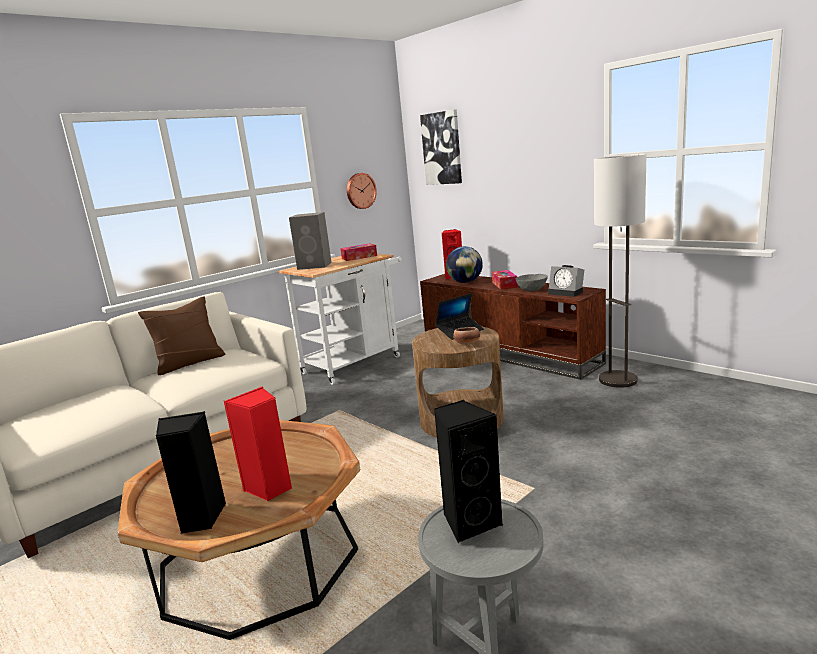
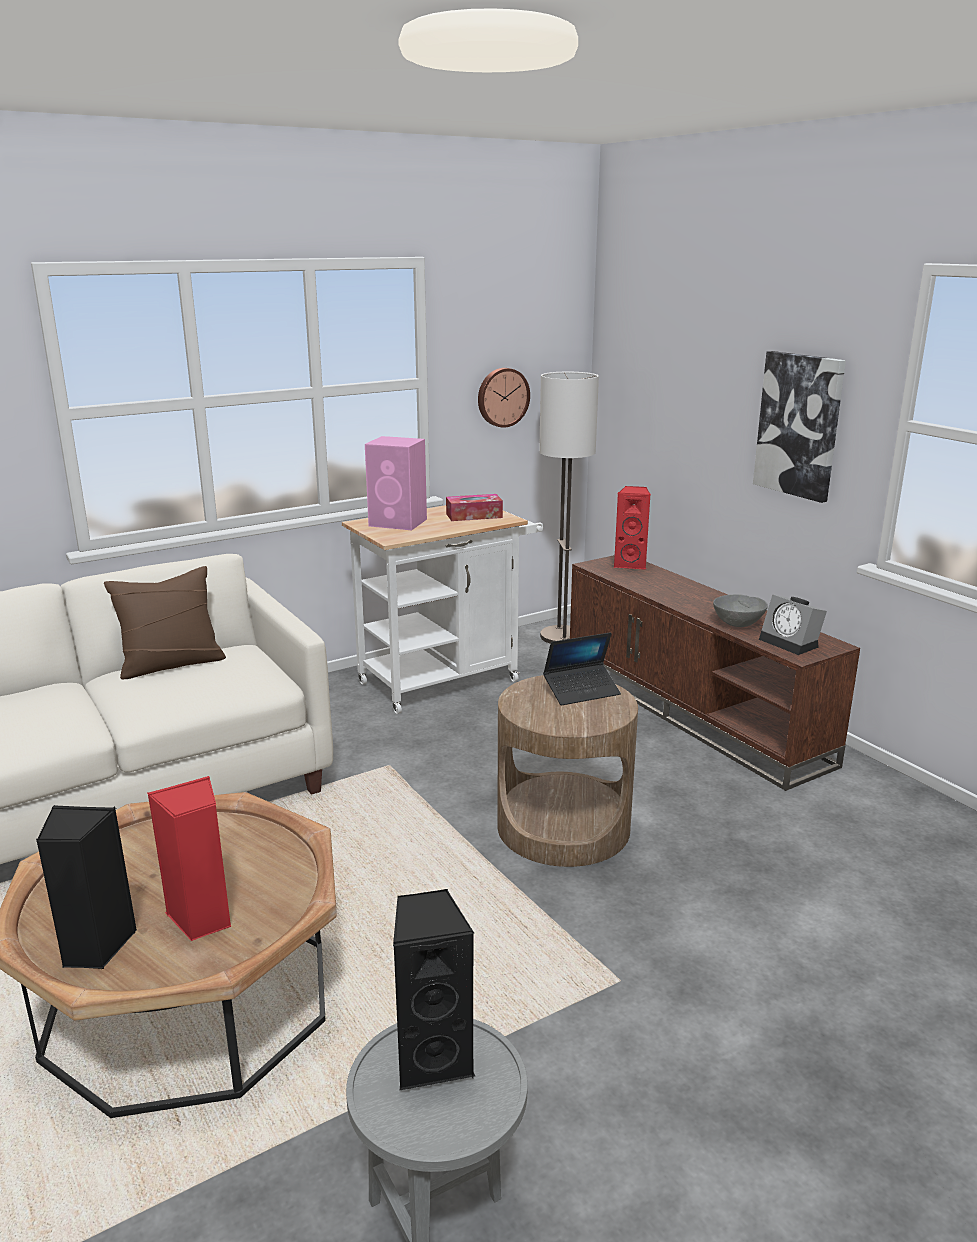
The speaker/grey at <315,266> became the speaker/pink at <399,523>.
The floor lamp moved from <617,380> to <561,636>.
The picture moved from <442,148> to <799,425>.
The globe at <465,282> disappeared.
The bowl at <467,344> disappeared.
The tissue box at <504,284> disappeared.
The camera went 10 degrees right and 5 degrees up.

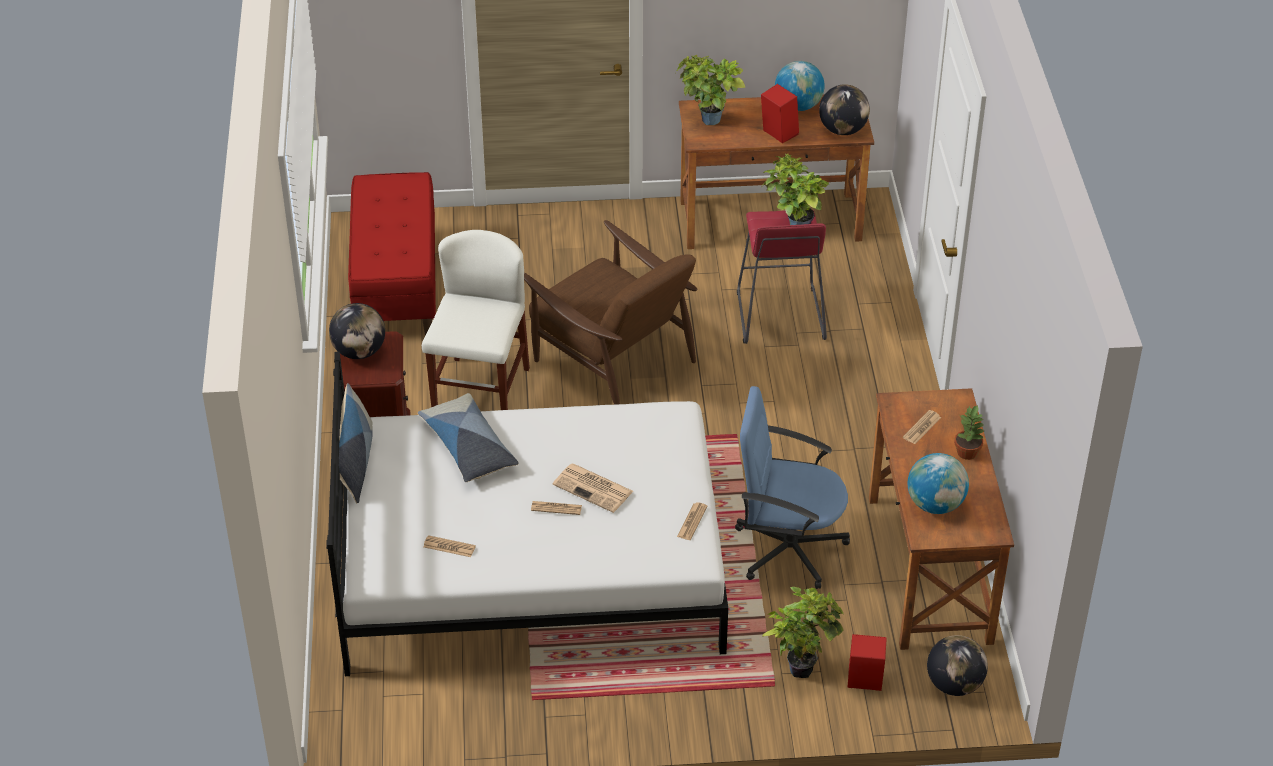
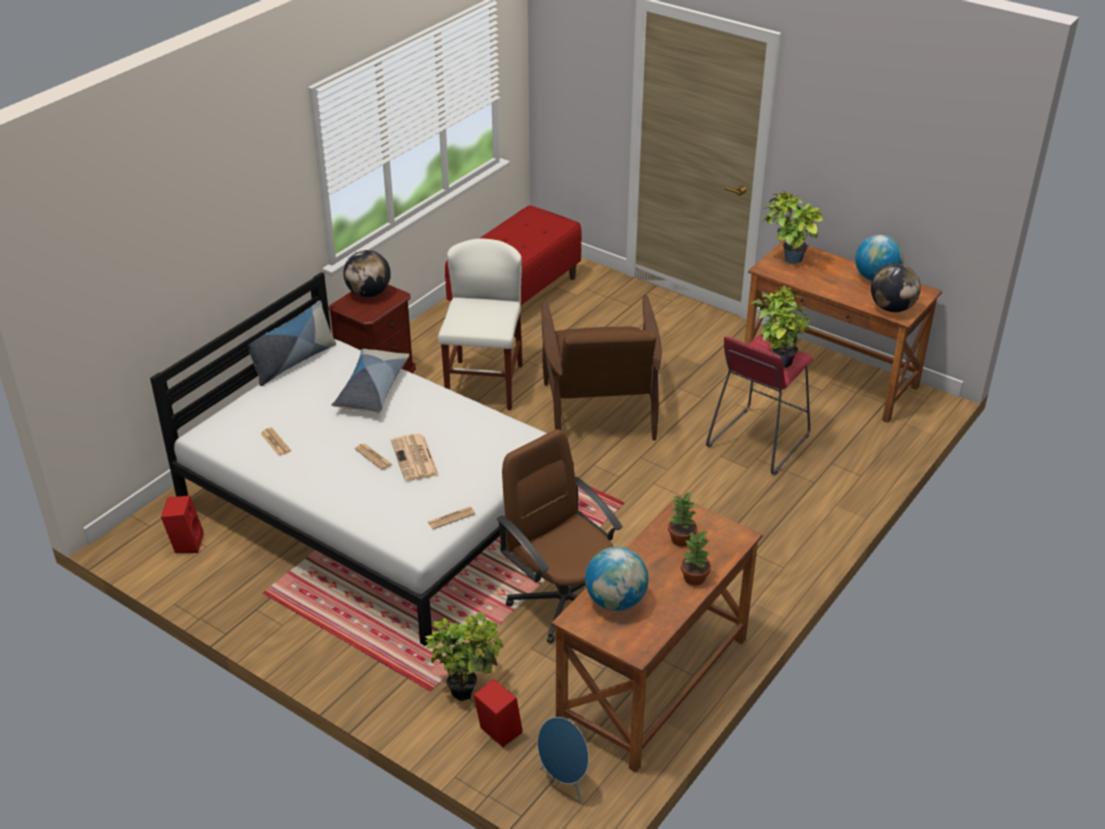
The speaker/red moved from <777,134> to <186,542>.
The chair/white at <481,392> turned 45 degrees counterclockwise.
The office chair/blue at <787,548> became the office chair/brown at <563,601>.
The globe at <954,685> was replaced by the speaker/blue at <565,782>.
The newspaper at <922,427> was replaced by the potted plant at <681,539>.
The camera went 40 degrees right and 5 degrees down.

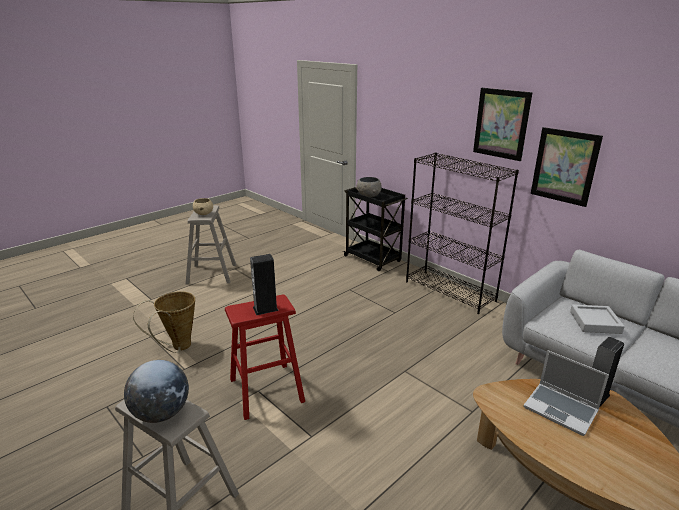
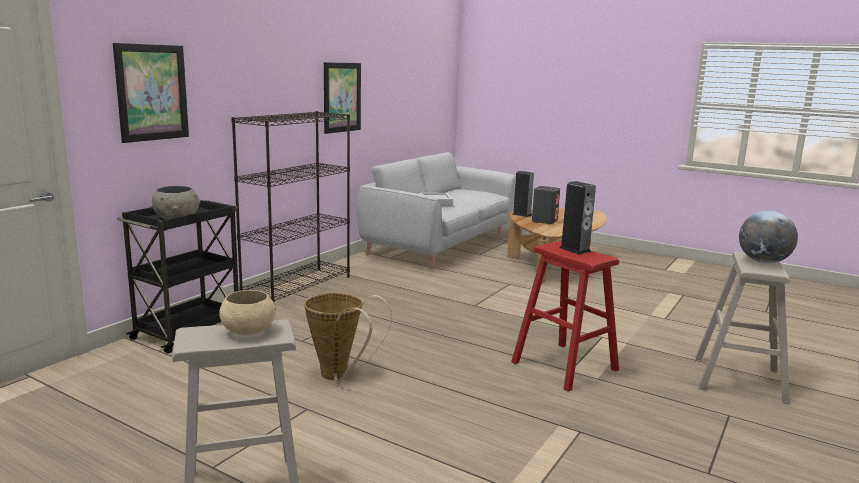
The picture moved from <501,124> to <152,92>.
The basket moved from <178,347> to <339,376>.
The laptop at <561,409> was replaced by the speaker/grey at <544,221>.
The camera went 105 degrees left and 10 degrees down.

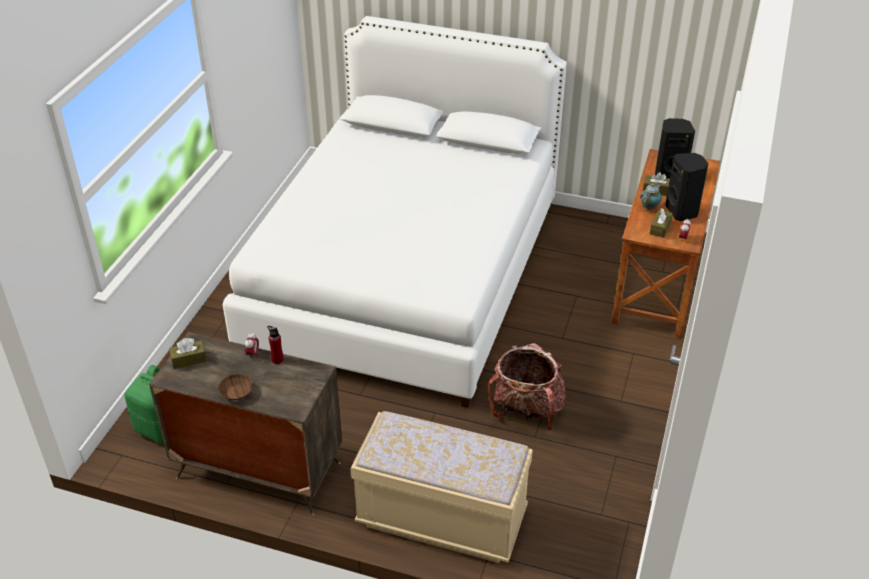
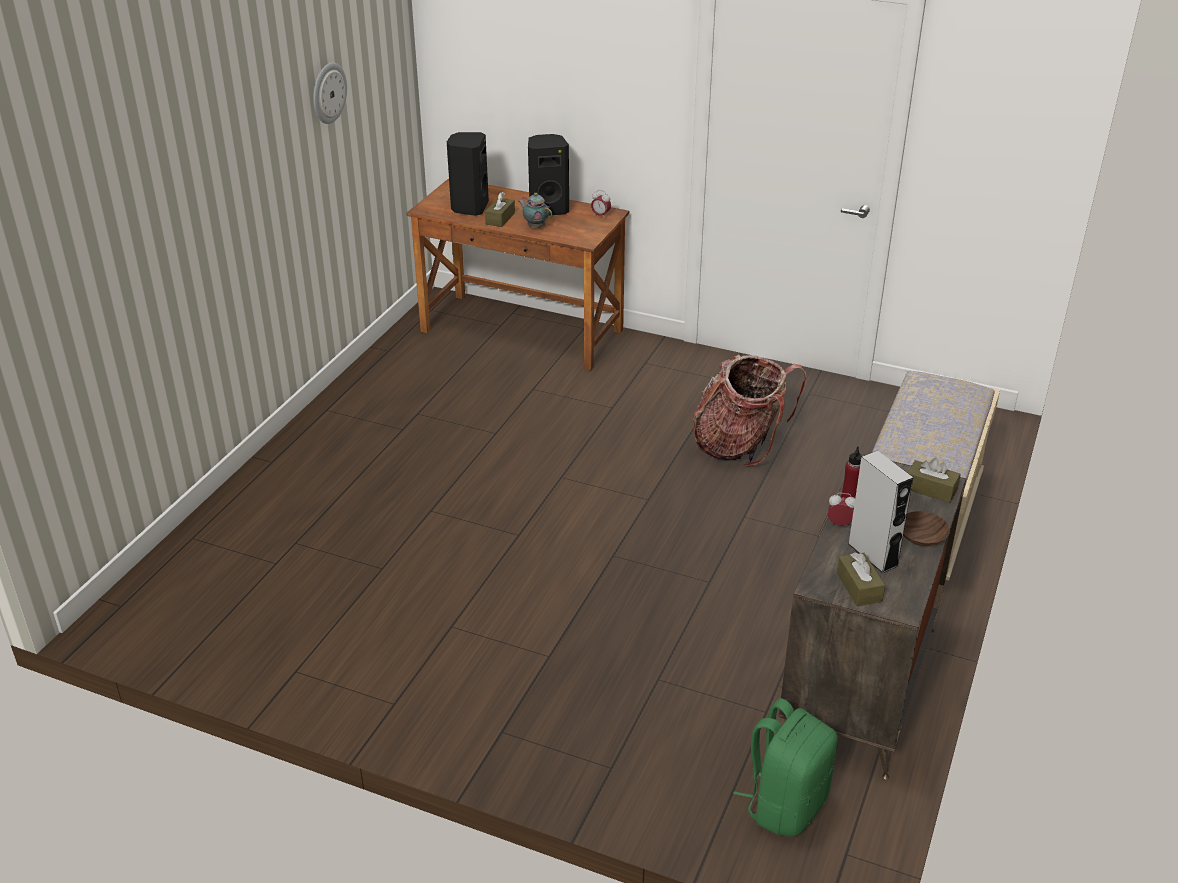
The wall clock at <328,93> appeared.
The speaker/grey at <873,554> appeared.
The tissue box/brown moved from <660,228> to <930,489>.
The bed/white at <406,274> disappeared.
The camera went 85 degrees left and 5 degrees down.

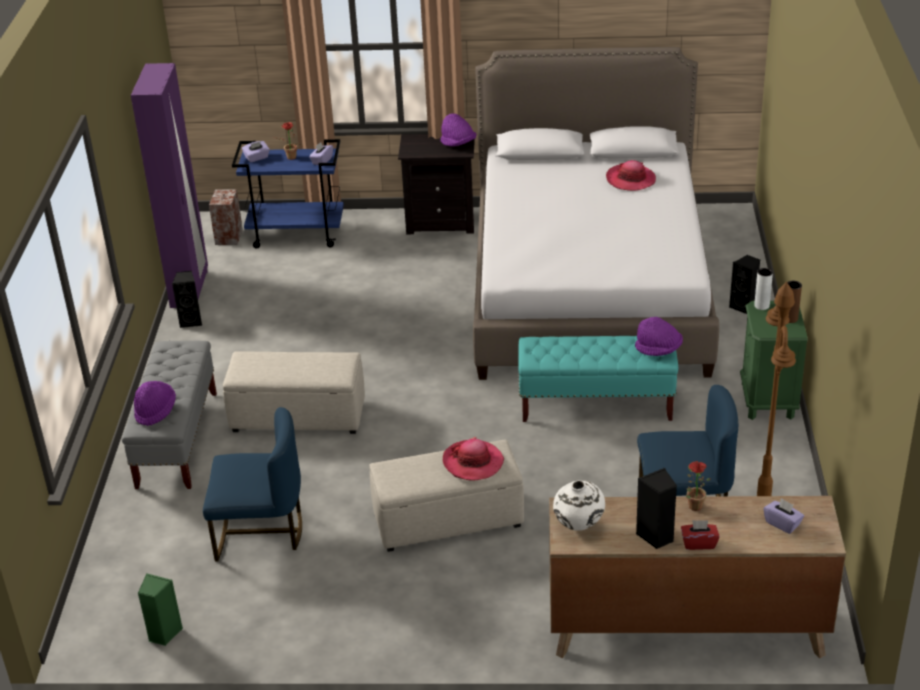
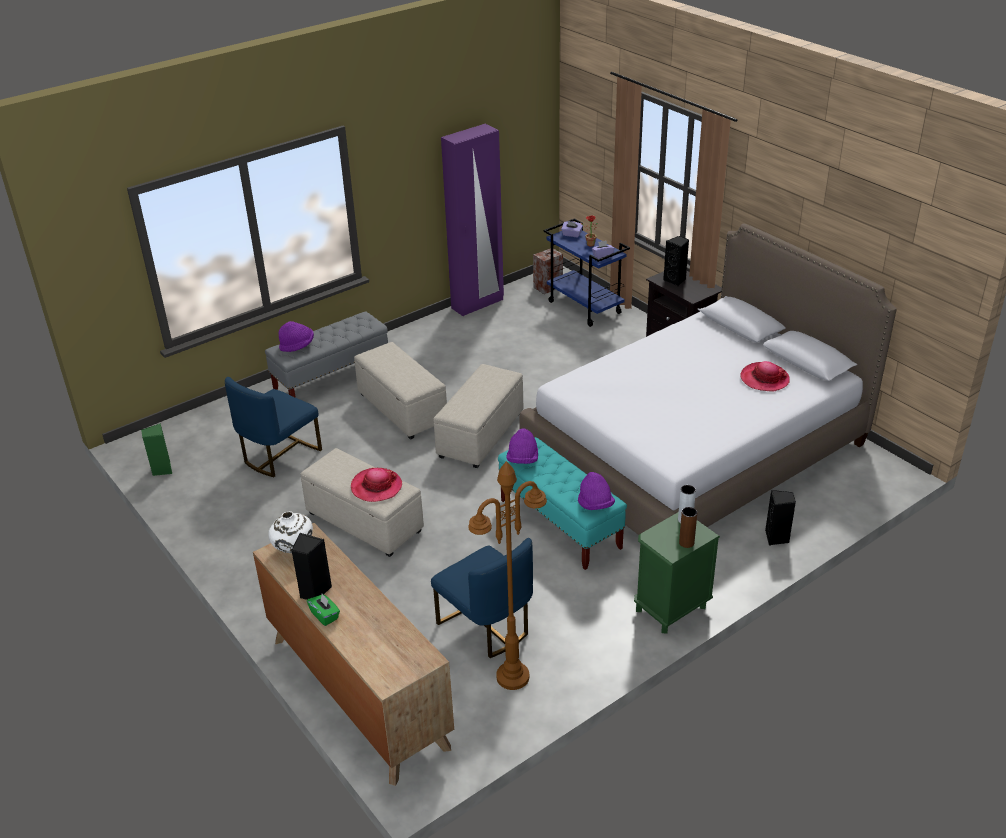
The chair/blue at <259,532> turned 75 degrees clockwise.
The tissue box/red at <699,543> became the tissue box/green at <325,615>.
The ottoman/beige at <480,435> appeared.
The hat/purple moved from <458,144> to <522,460>.
The speaker/black moved from <191,321> to <675,280>.
The potted plant at <693,504> disappeared.
The tissue box/purple at <782,523> disappeared.
The camera went 50 degrees right and 0 degrees up.

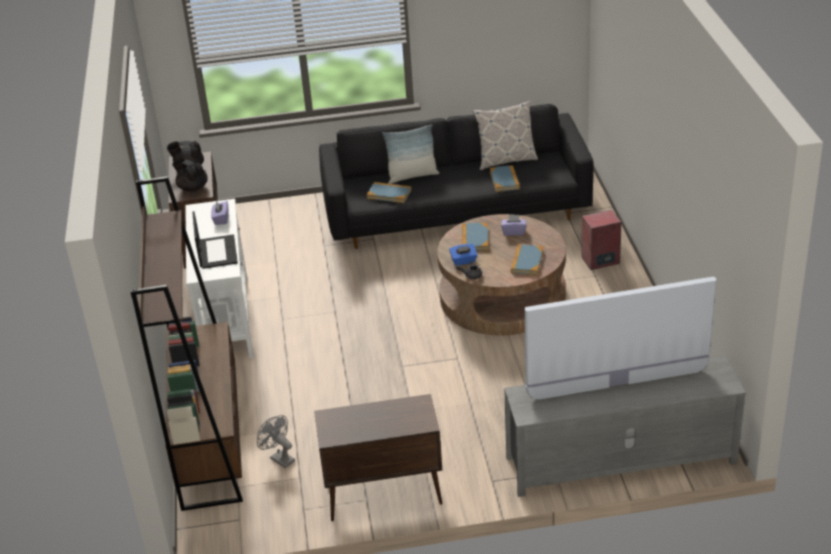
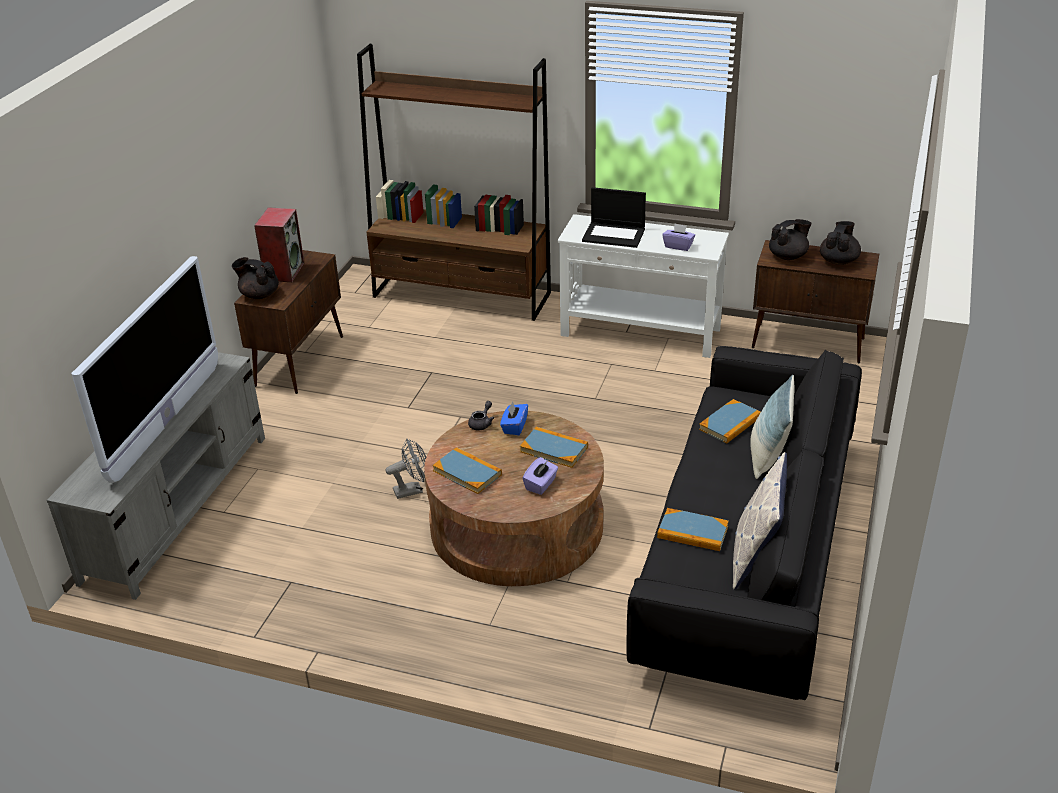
The teapot/black at <259,295> appeared.
The speaker moved from <600,261> to <284,271>.
The fan/grey moved from <279,458> to <412,490>.
The camera went 115 degrees right and 0 degrees up.

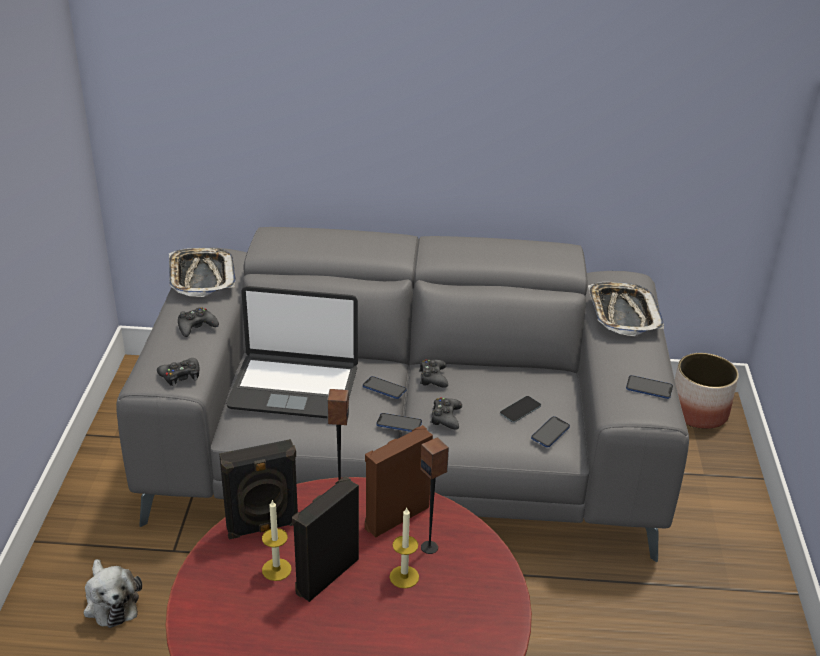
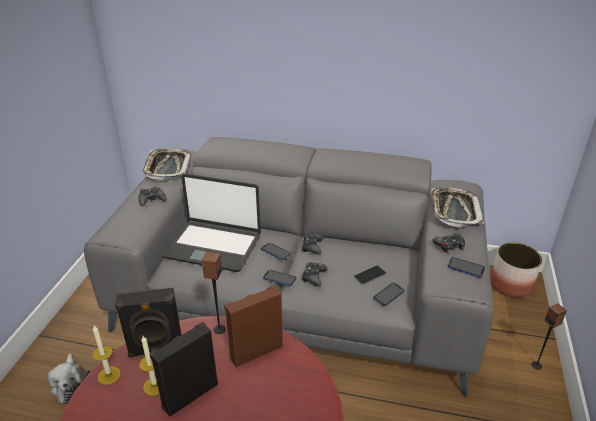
The candle moved from <404,577> to <109,375>.
The game controller/black moved from <180,376> to <449,245>.
The speaker moved from <429,547> to <536,365>.
The camera went 10 degrees right and 0 degrees up.

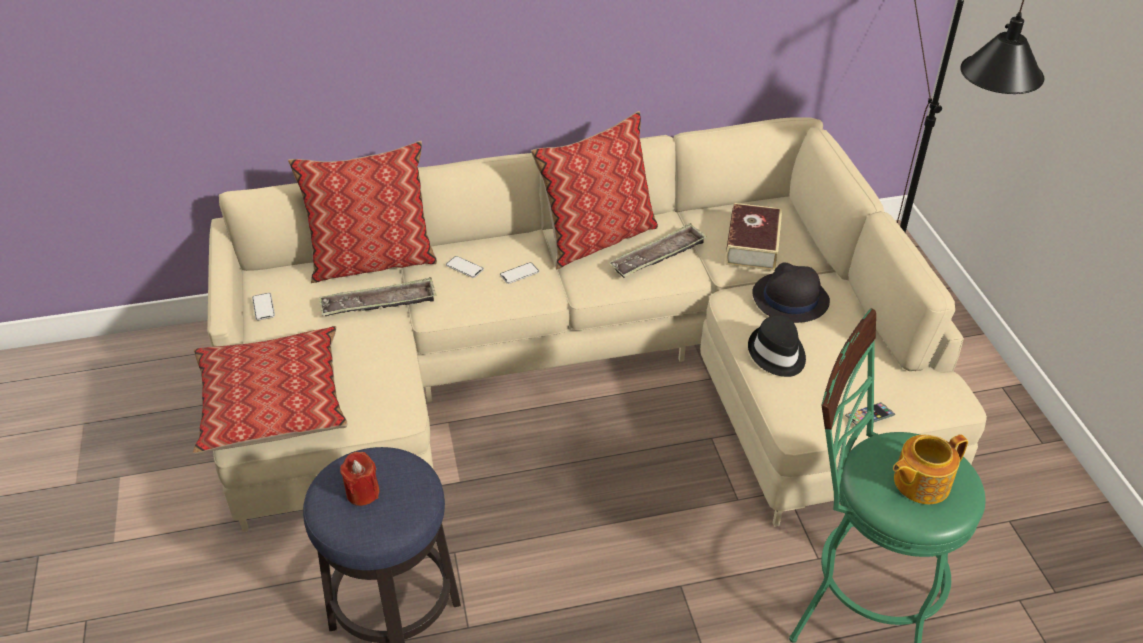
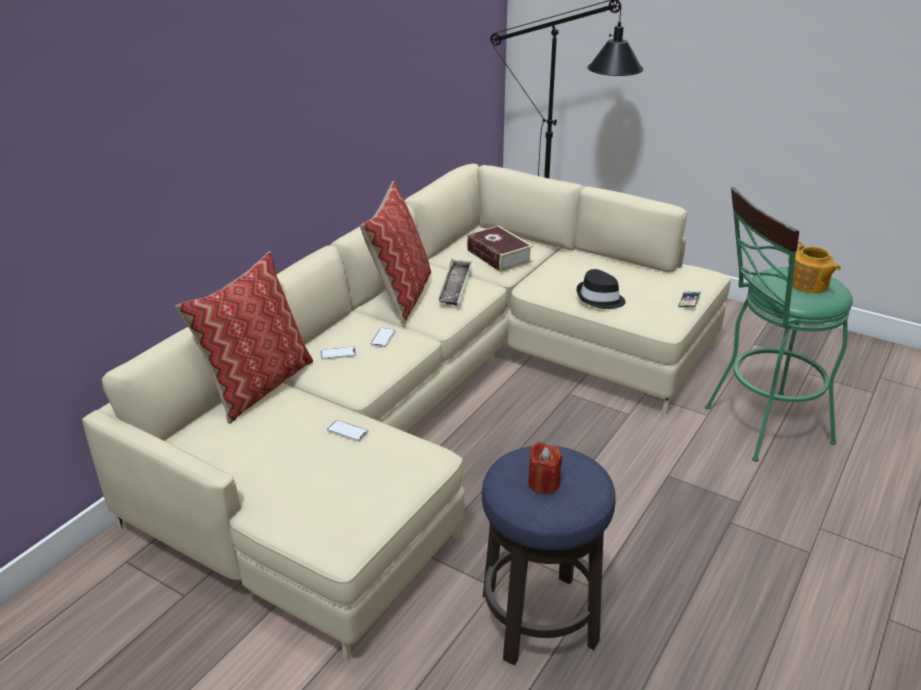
The phone moved from <263,307> to <347,431>.
The teapot at <920,482> turned 45 degrees counterclockwise.
The pillow at <272,402> disappeared.
The tray at <379,303> disappeared.
The hat/black at <789,298> disappeared.
The camera went 45 degrees left and 10 degrees down.

